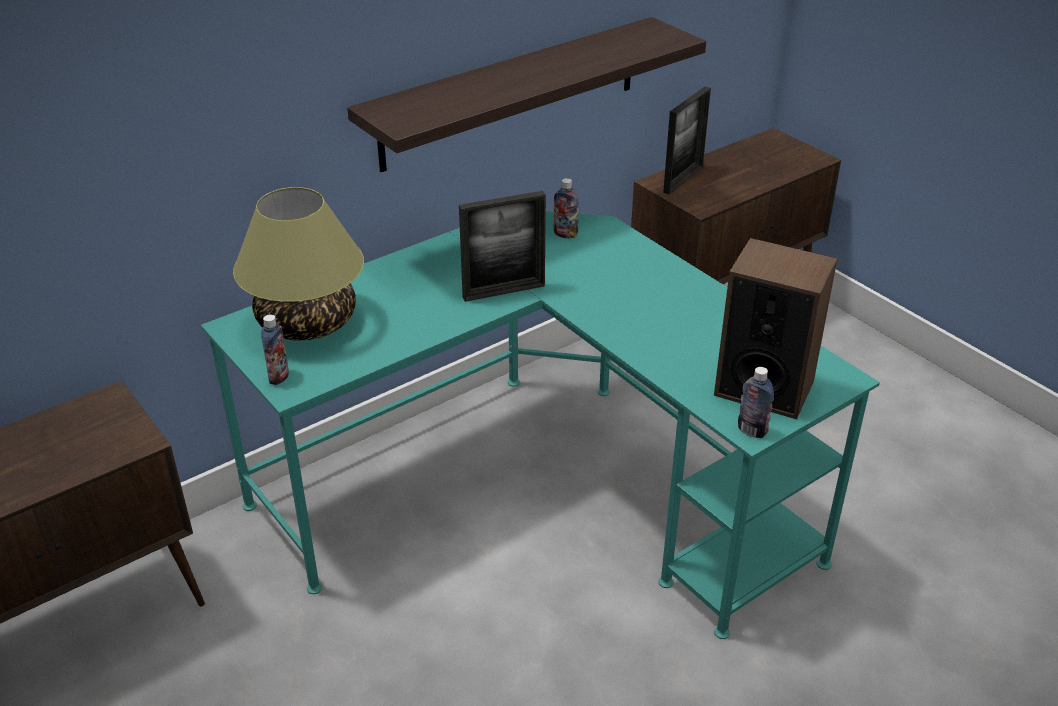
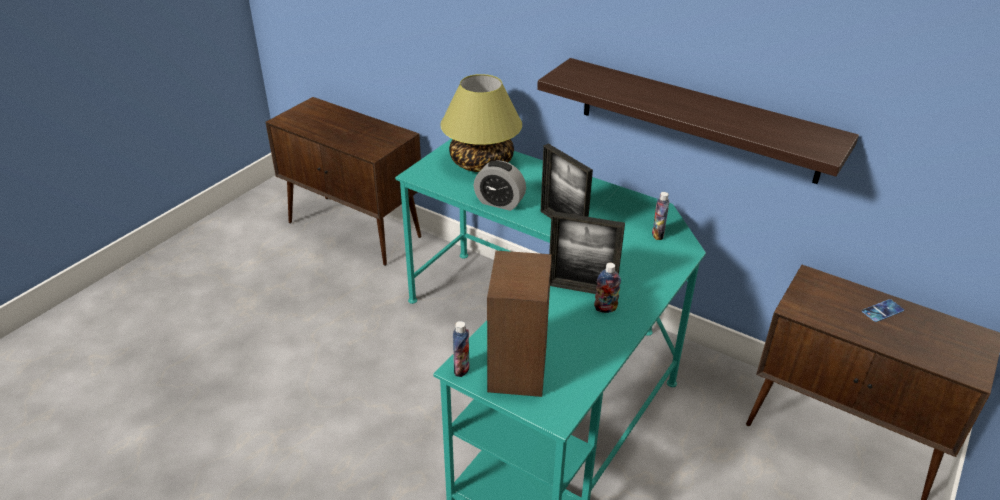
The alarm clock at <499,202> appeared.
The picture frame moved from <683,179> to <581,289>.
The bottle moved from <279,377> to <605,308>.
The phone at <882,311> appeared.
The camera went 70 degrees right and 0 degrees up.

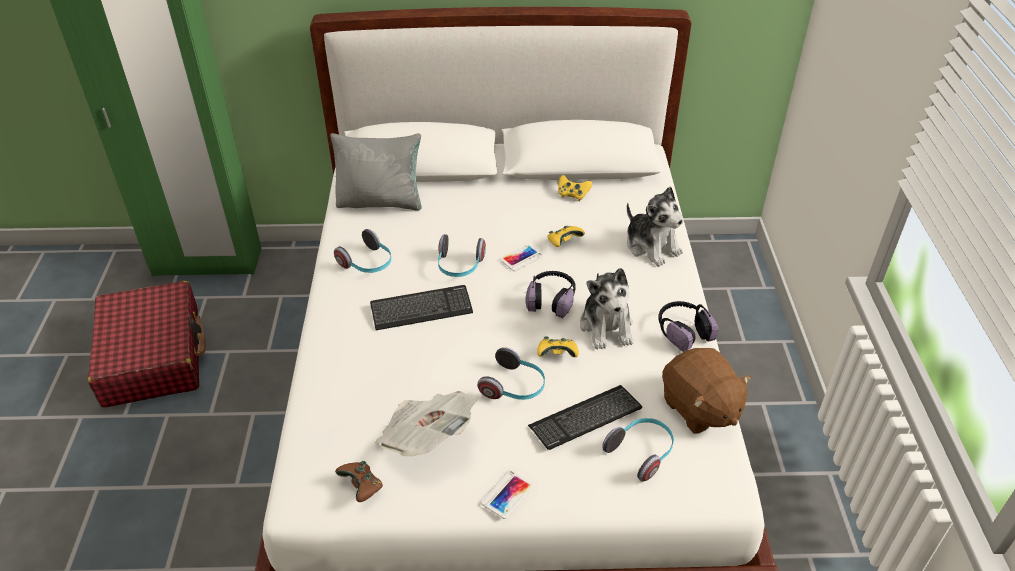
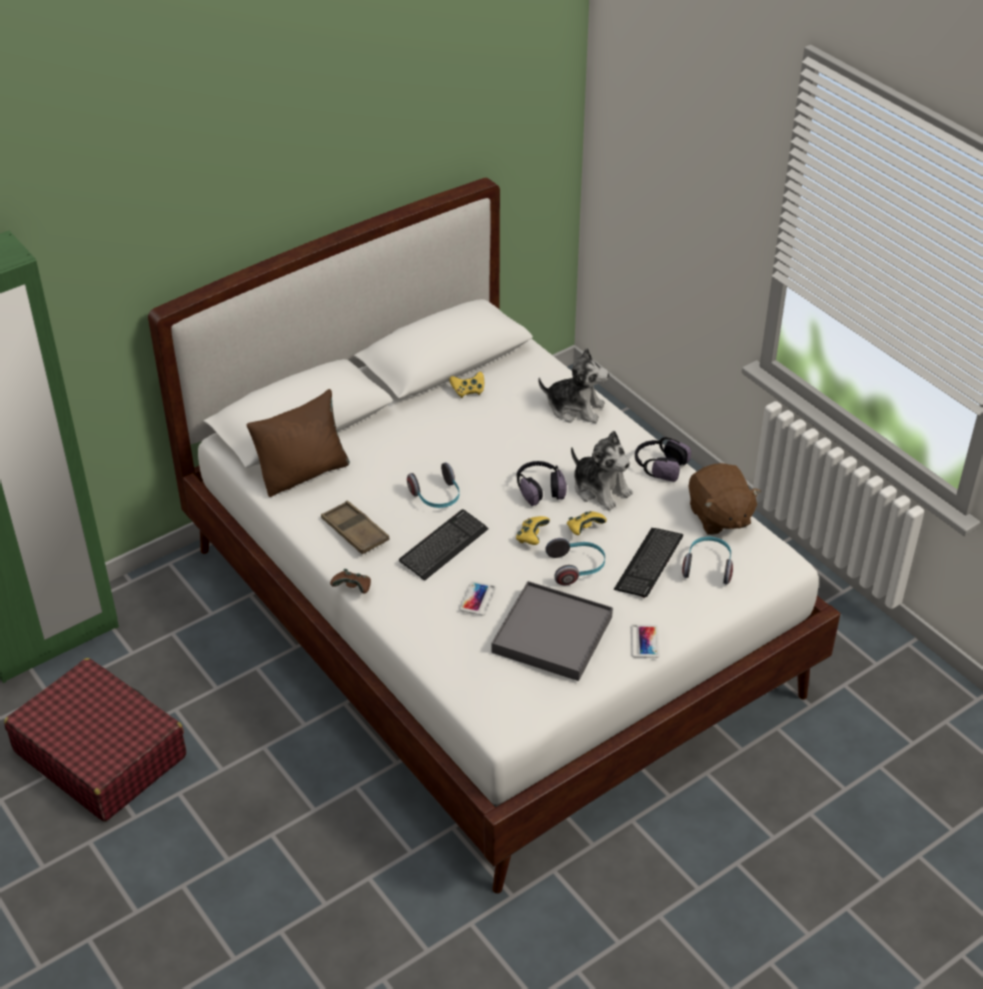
The pillow/grey at <381,202> became the pillow/brown at <303,473>.
The headphones at <368,263> was replaced by the tray/brown at <355,532>.
The game controller/brown moved from <362,487> to <353,588>.
The phone moved from <521,257> to <477,598>.
The newspaper at <426,437> was replaced by the tray/grey at <552,635>.
The game controller/yellow moved from <563,242> to <531,537>.
The plush toy/brown at <699,408> turned 45 degrees clockwise.
The camera went 35 degrees left and 0 degrees up.

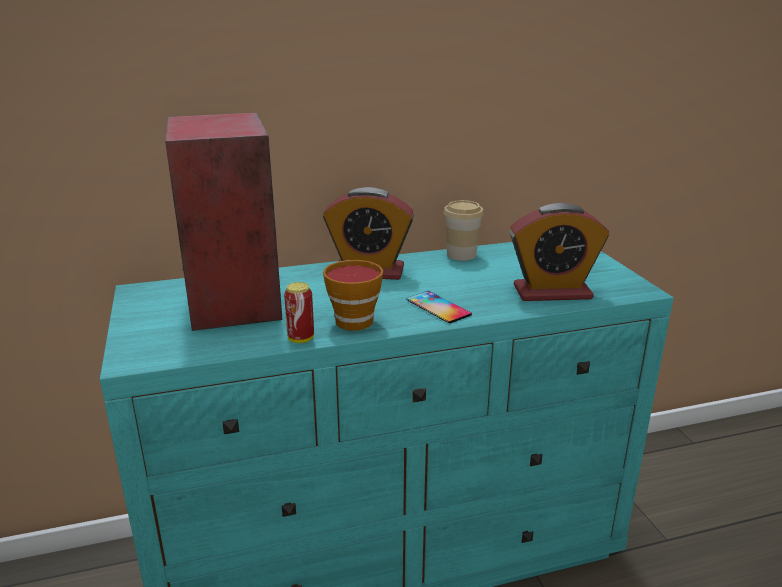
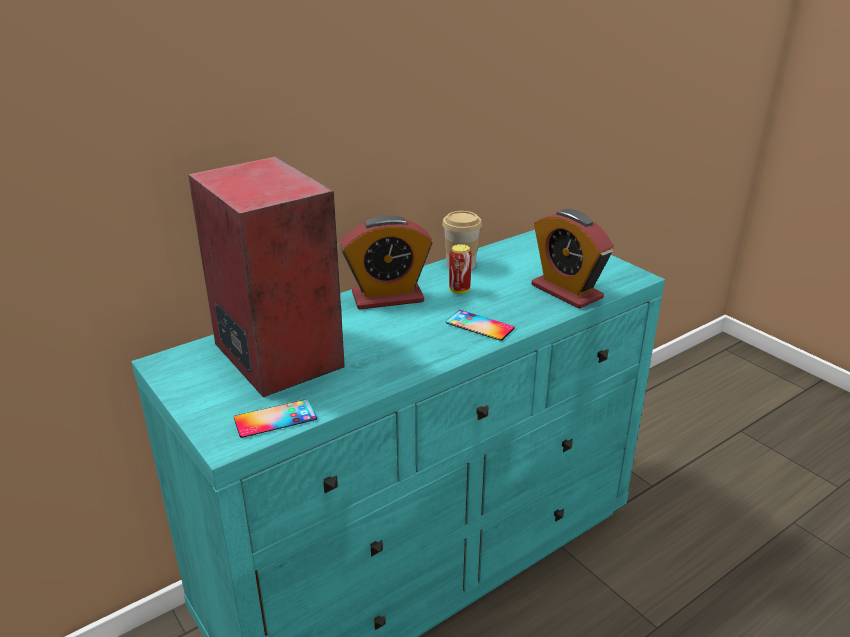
The phone at <275,419> appeared.
The can moved from <301,339> to <459,290>.
The alarm clock at <552,292> turned 75 degrees clockwise.
The cup at <354,319> disappeared.
The camera went 20 degrees left and 5 degrees up.

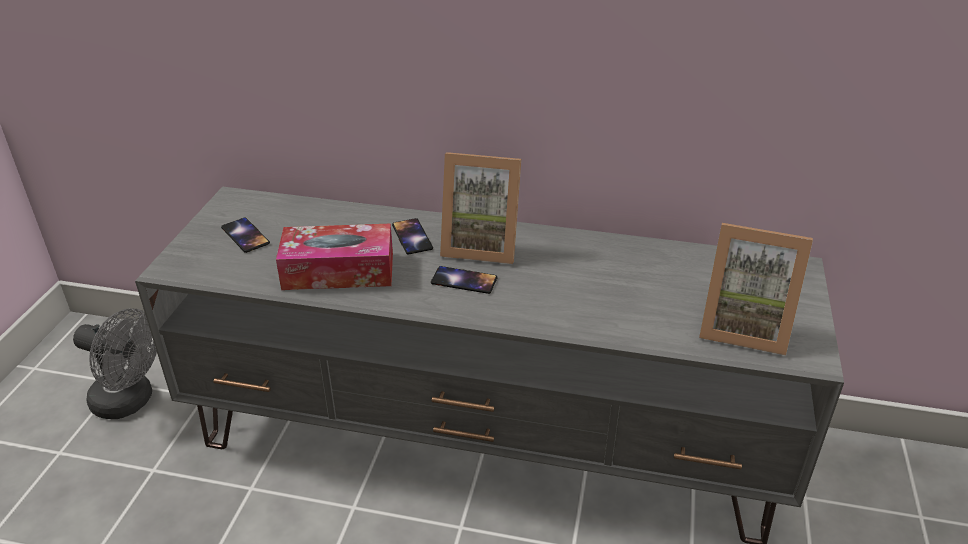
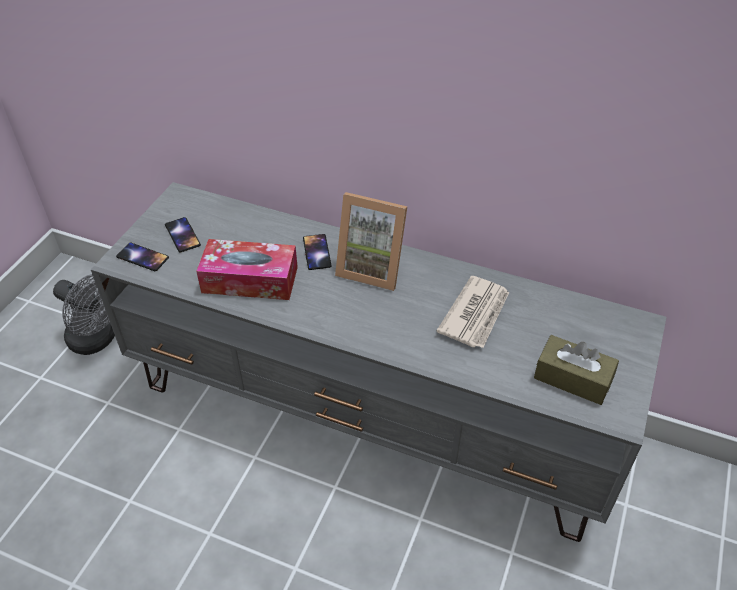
The phone moved from <464,280> to <142,257>.
The newspaper at <476,314> appeared.
The picture frame at <743,327> was replaced by the tissue box/brown at <572,378>.
The camera went 10 degrees right and 10 degrees up.

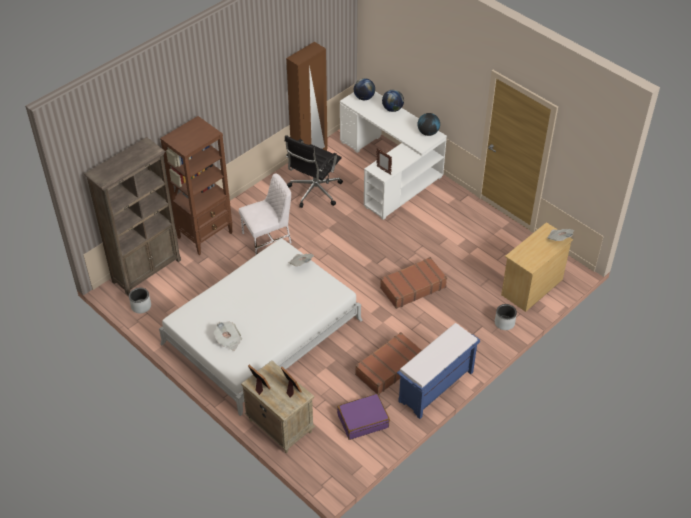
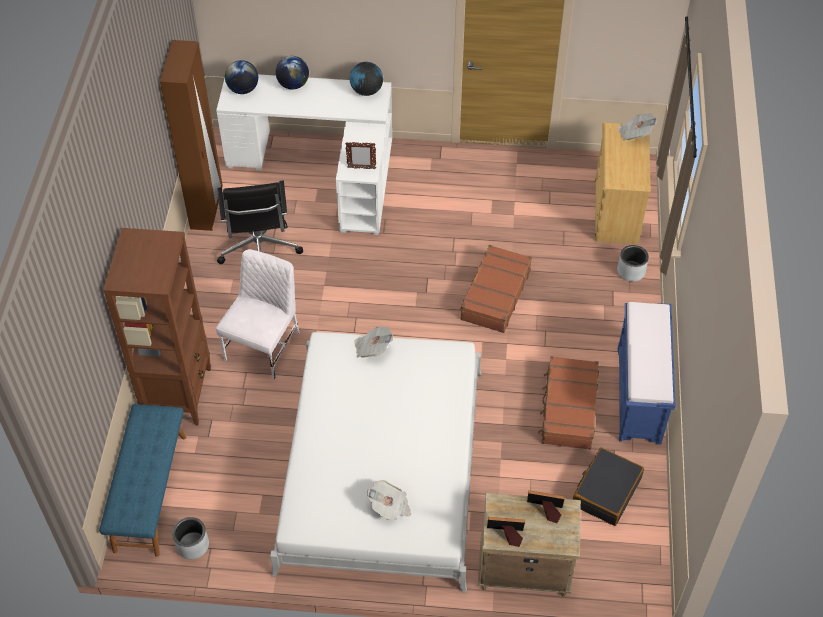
The bookcase/brown at <147,270> was replaced by the bench/blue at <149,492>.
The suitcase/purple at <363,420> became the suitcase/black at <606,492>.
The camera went 40 degrees left and 5 degrees up.

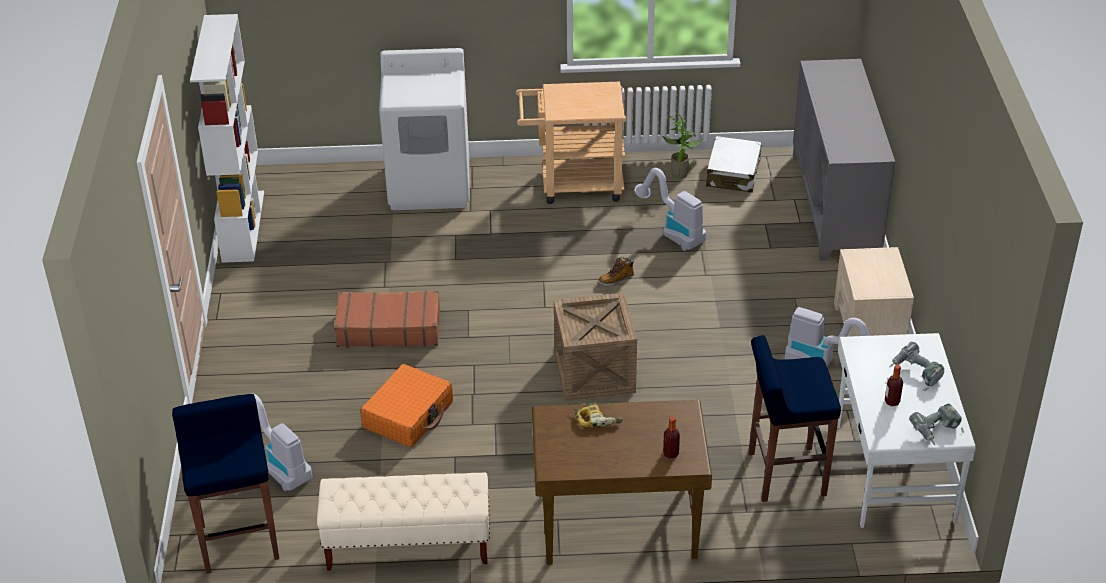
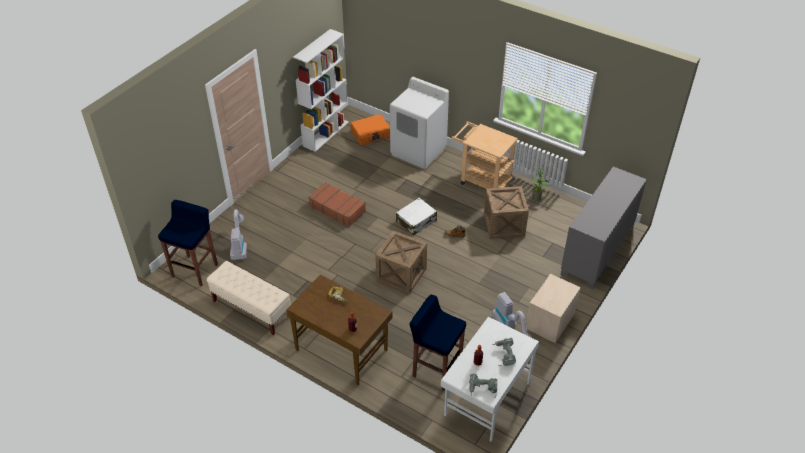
The suitcase/orange moved from <408,415> to <371,134>.
The suitcase/white moved from <733,173> to <416,221>.
The vacuum cleaner at <672,231> was replaced by the crate at <504,225>.
The camera went 35 degrees right and 5 degrees up.

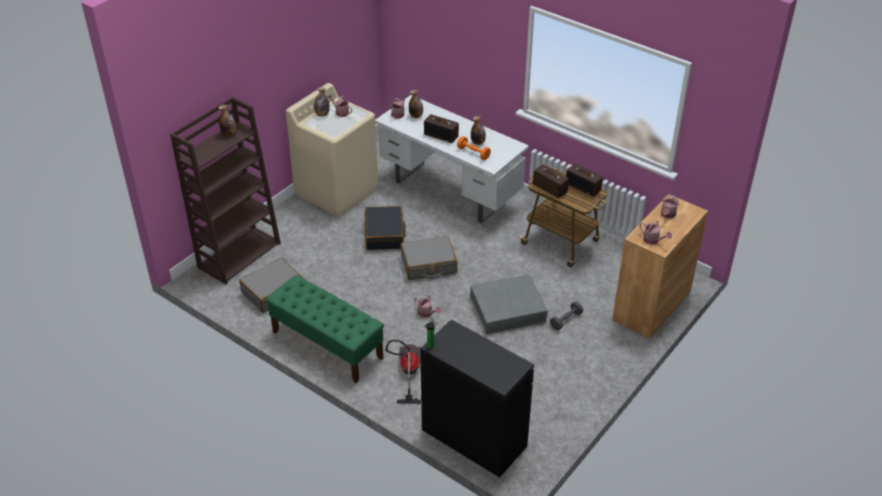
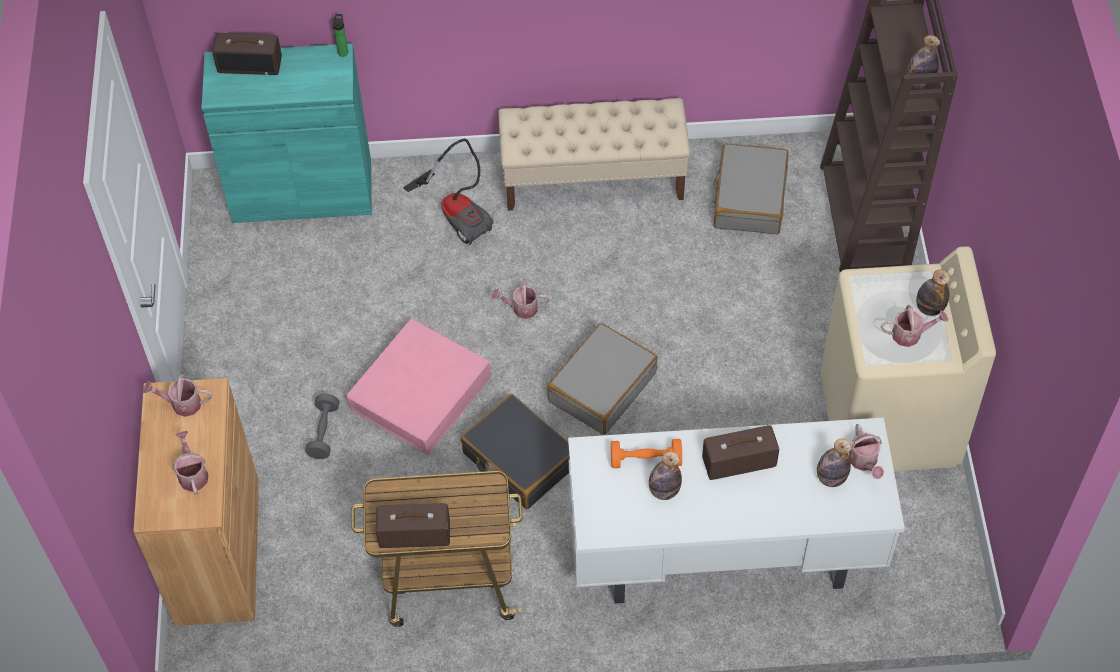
The cabinet/black at <474,438> became the cabinet/turquoise at <302,191>.
The radio moved from <549,188> to <250,64>.
The storage box/grey at <507,309> became the storage box/pink at <421,393>.
The suitcase/black moved from <385,234> to <519,460>.
The bench/green at <327,345> became the bench/beige at <594,179>.
The camera went 140 degrees right and 15 degrees up.

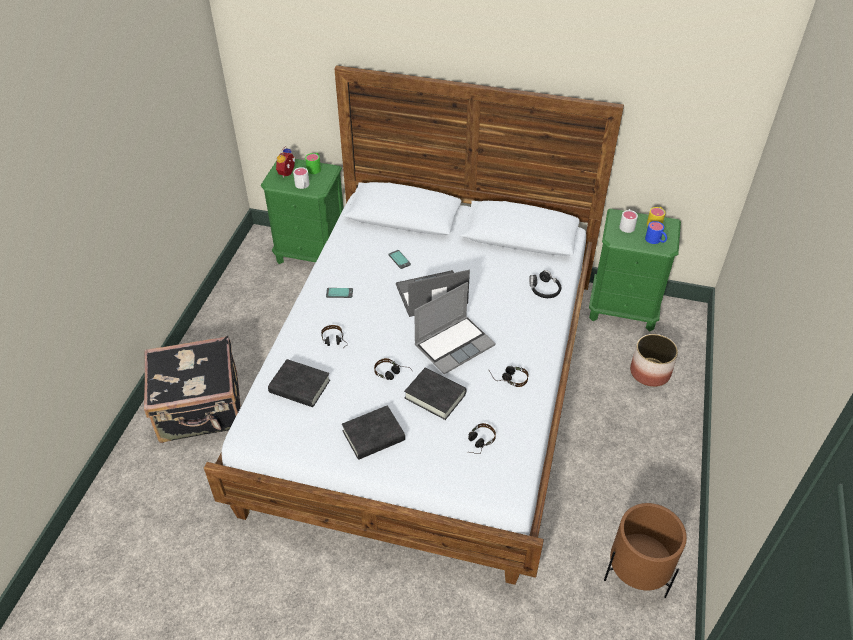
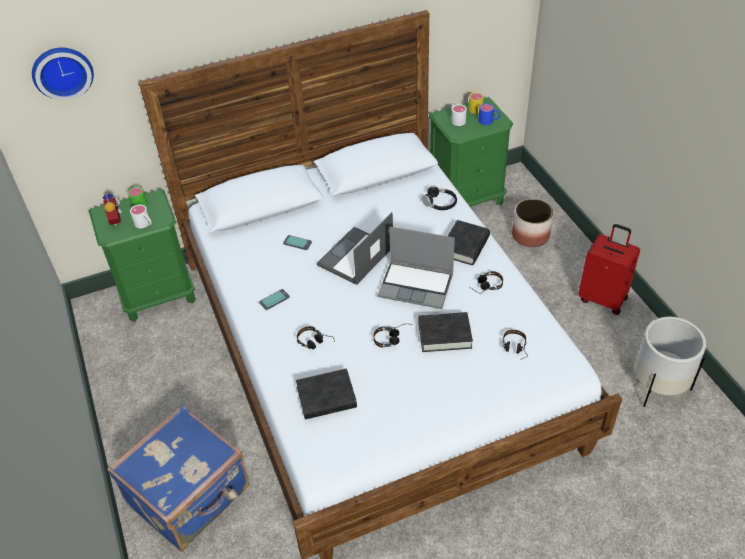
The wall clock at <62,71> appeared.
The suitcase/black at <201,410> became the suitcase/blue at <190,496>.
The laptop at <454,344> turned 90 degrees clockwise.
The book/black moved from <373,436> to <465,246>.
The suitcase/red at <603,298> appeared.
The planter/brown at <637,573> became the planter/white at <658,386>.
The camera went 35 degrees left and 0 degrees up.

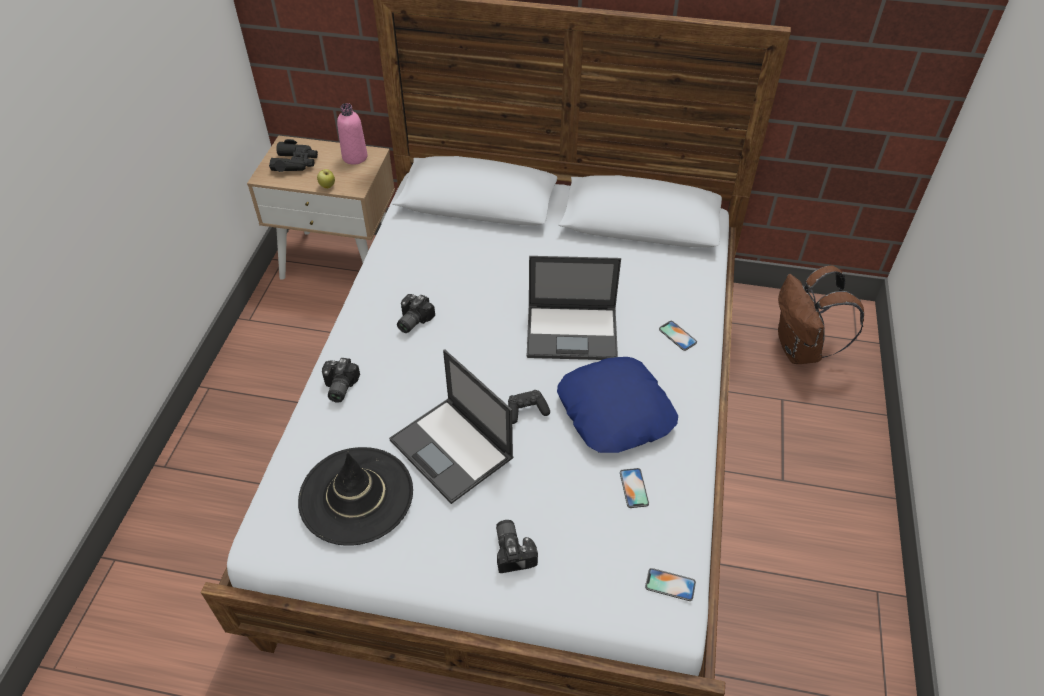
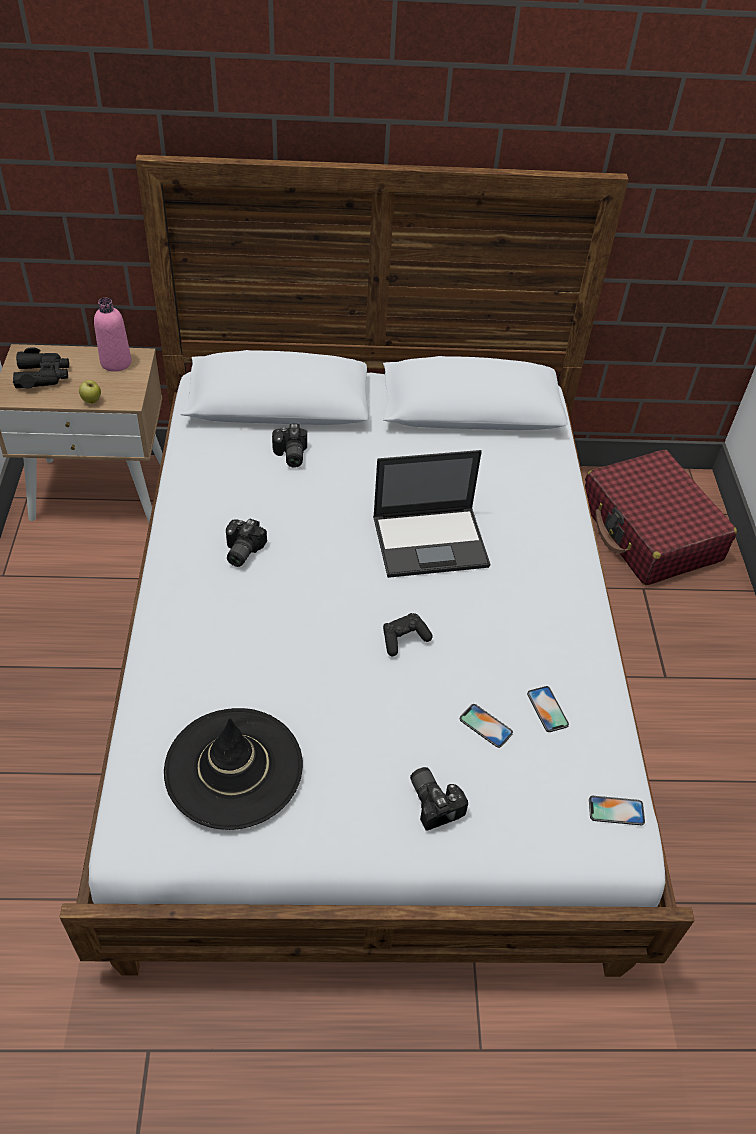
The photo camera moved from <338,387> to <289,455>.
The phone moved from <677,336> to <485,726>.
The backpack/brown at <801,350> was replaced by the suitcase/red at <649,532>.
The laptop at <452,450> disappeared.
The pillow/blue at <616,411> disappeared.
The camera went 15 degrees left and 0 degrees up.

